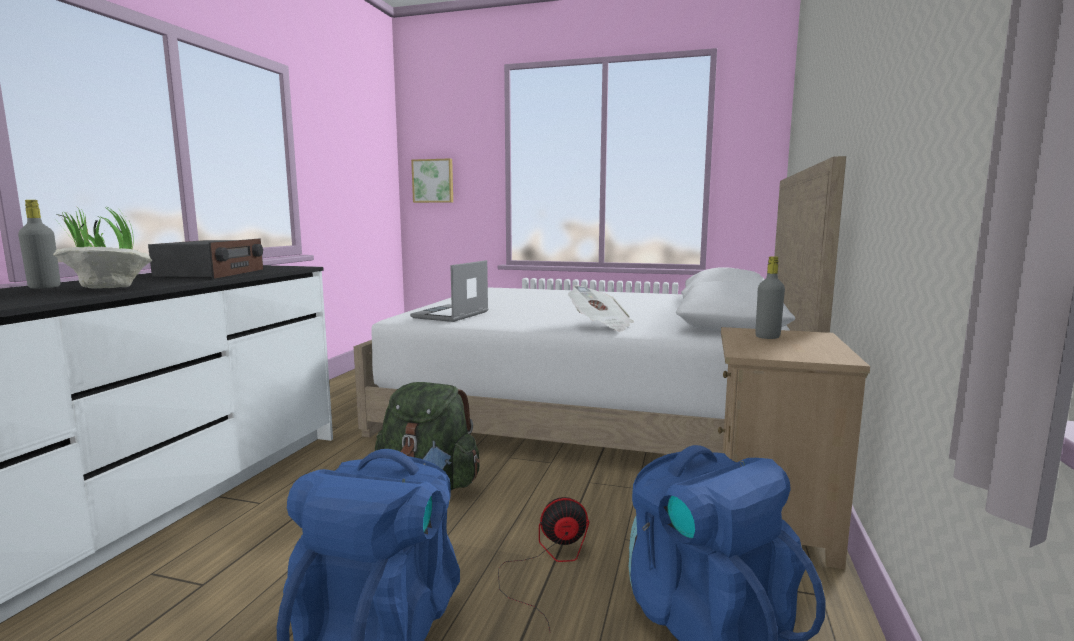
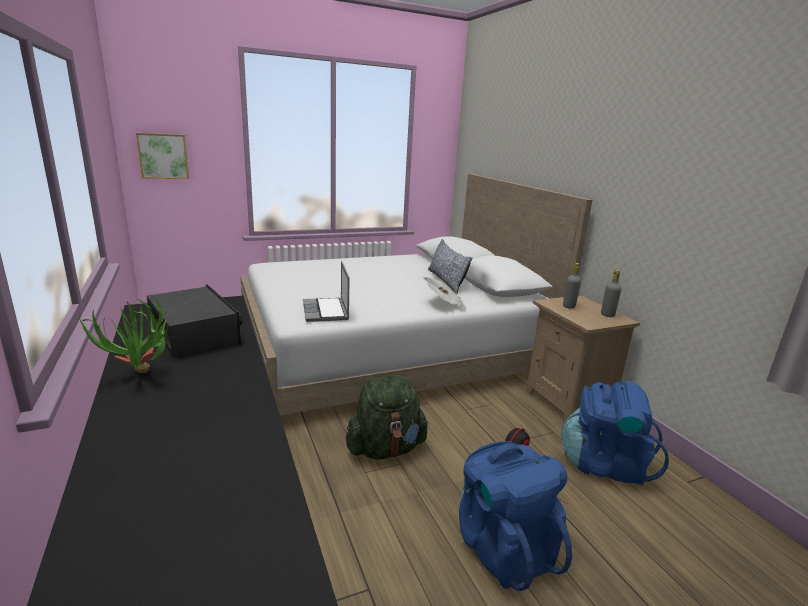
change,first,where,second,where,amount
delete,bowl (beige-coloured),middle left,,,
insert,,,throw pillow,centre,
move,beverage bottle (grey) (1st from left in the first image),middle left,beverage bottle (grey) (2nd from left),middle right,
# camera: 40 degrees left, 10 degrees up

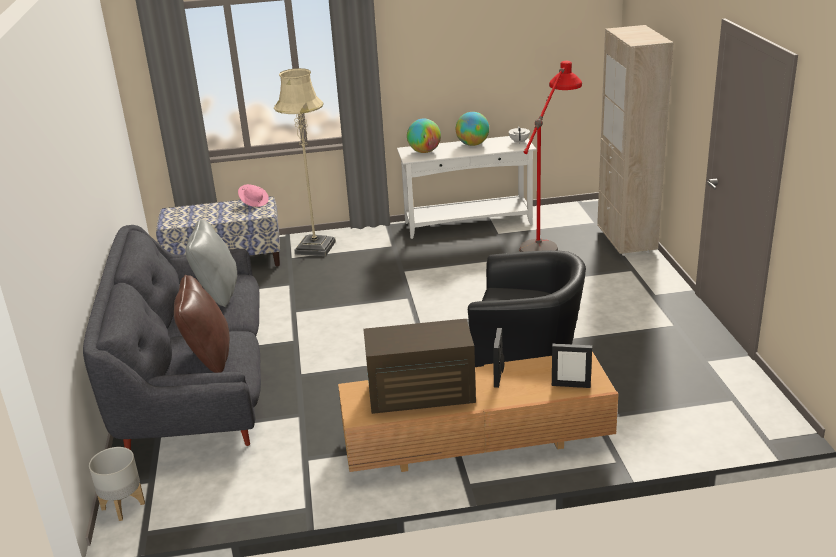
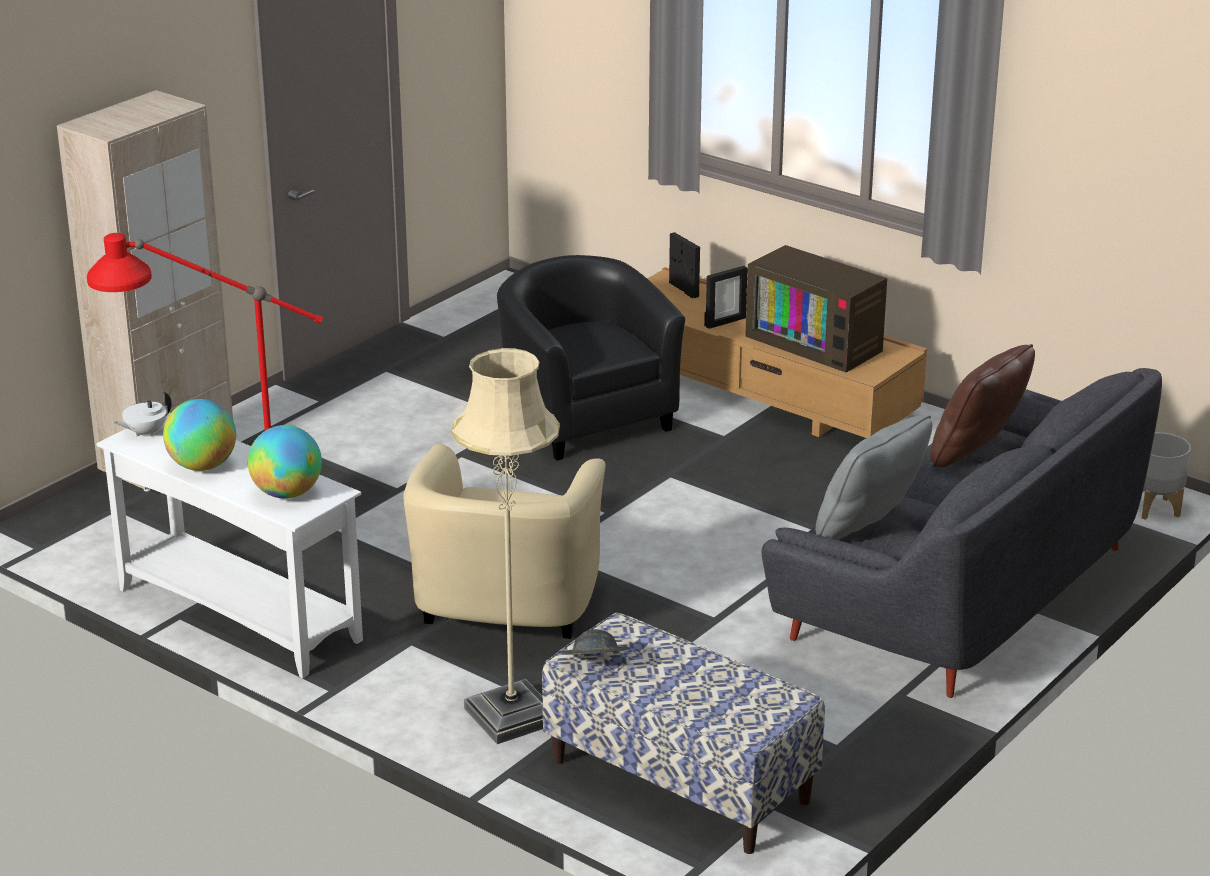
change,first,where,second,where,amount
insert,,,armchair (beige-coloured),centre,
recolor,clothing hat (pinkish),middle left,clothing hat (grey),bottom centre,
# camera: 135 degrees left, 0 degrees up

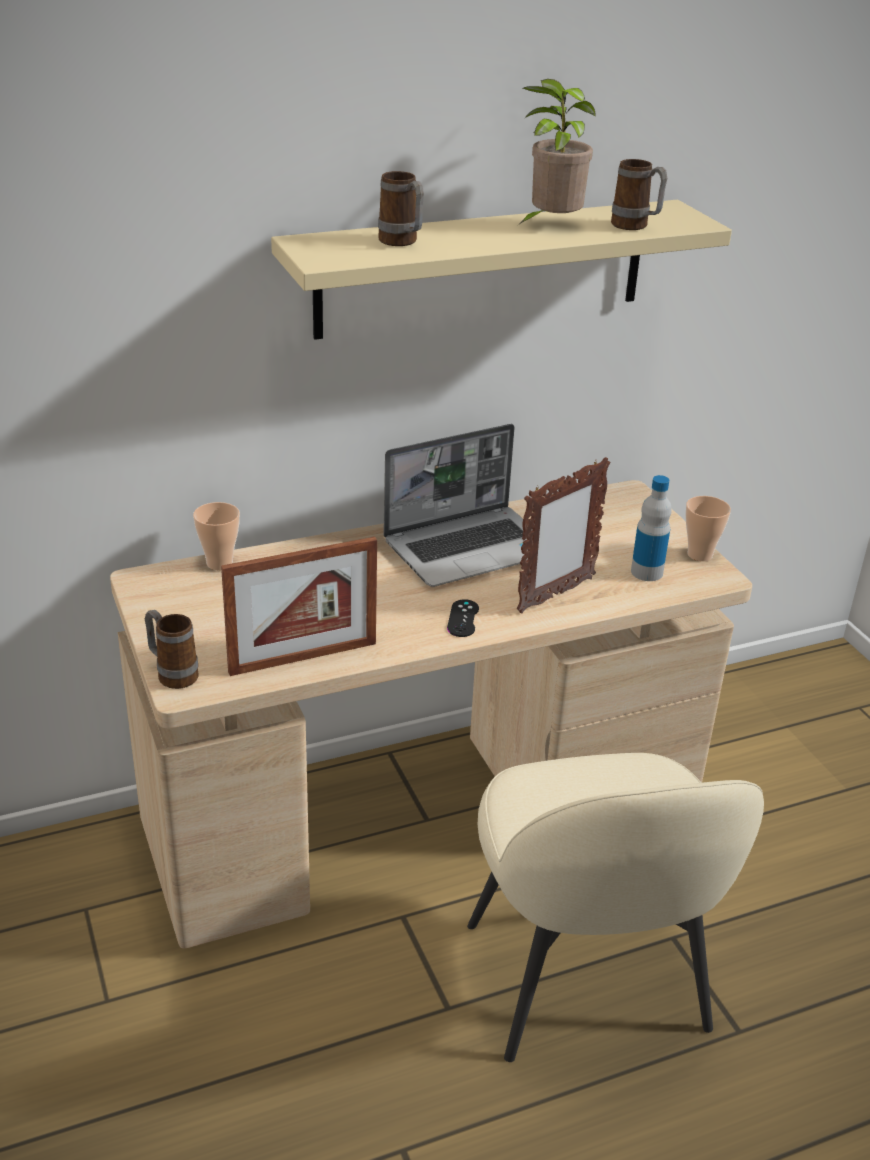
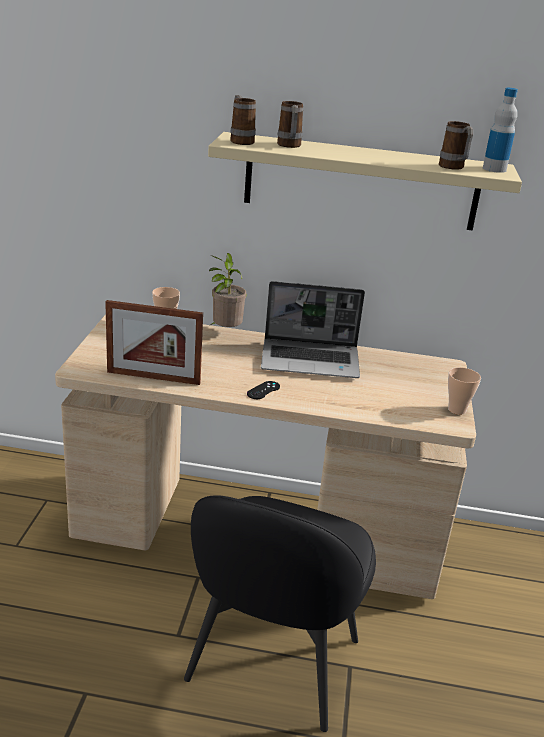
change,first,where,second,where,amount
delete,picture frame (2nd from left),centre,,,
move,mug (1st from left),middle left,,top centre,
move,houseplant,top centre,,centre,
move,beverage bottle,middle right,,top right,
recolor,plain chair (beige-coloured),bottom right,plain chair (black),bottom centre,
# camera: 30 degrees right, 5 degrees down

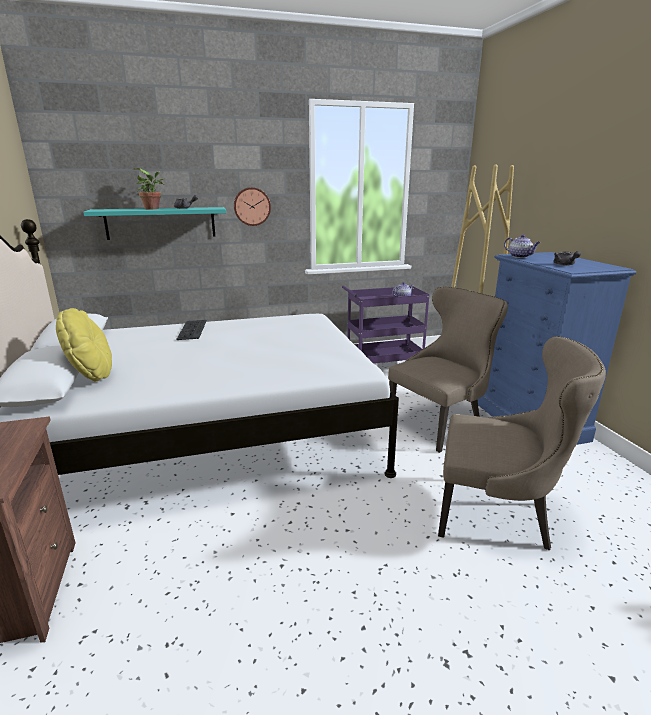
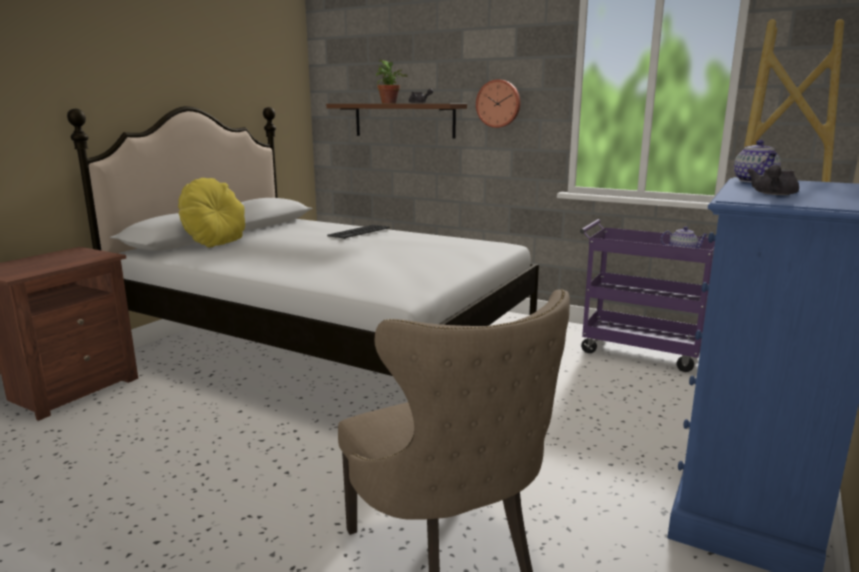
change,first,where,second,where,amount
delete,plain chair (beige-coloured) (1st from left),middle right,,,
recolor,bracket shelf (turquoise-coloured),top left,bracket shelf (brown),top centre,
# camera: 45 degrees right, 5 degrees down

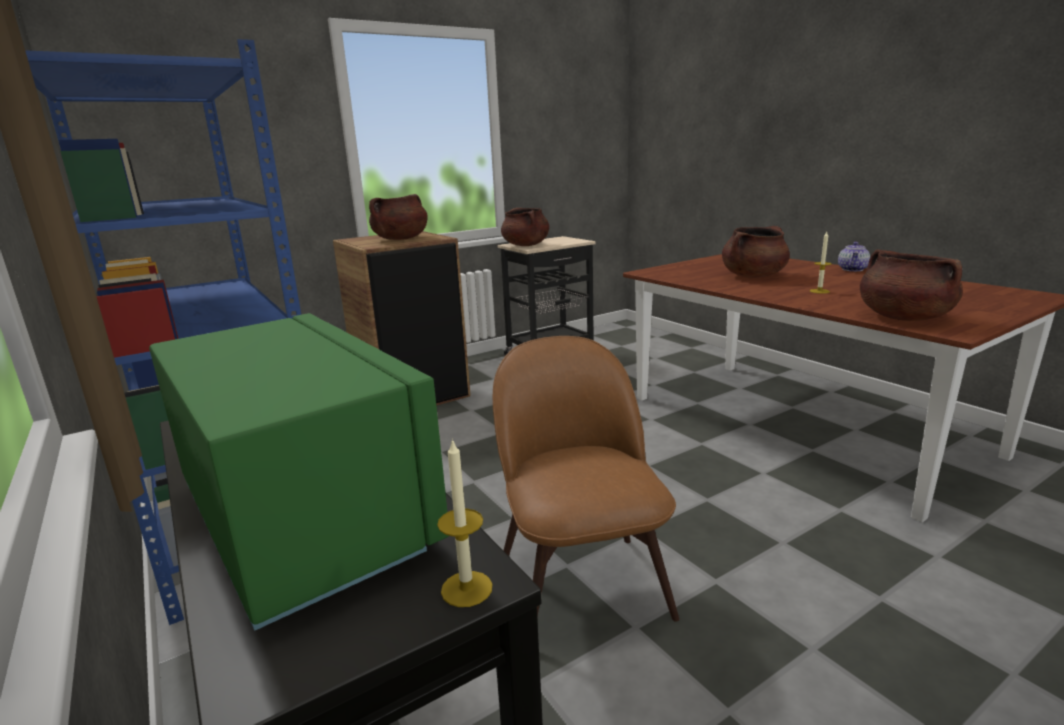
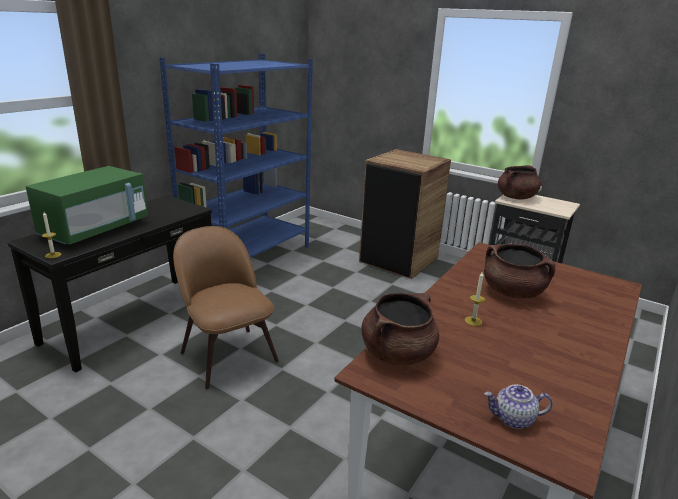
change,first,where,second,where,amount
delete,saucepot (brown) (1st from left),top centre,,,
move,tea pot,middle right,,bottom right,
rotate,plain chair (brown),centre,,centre,90 degrees counterclockwise
# camera: 65 degrees right, 5 degrees up

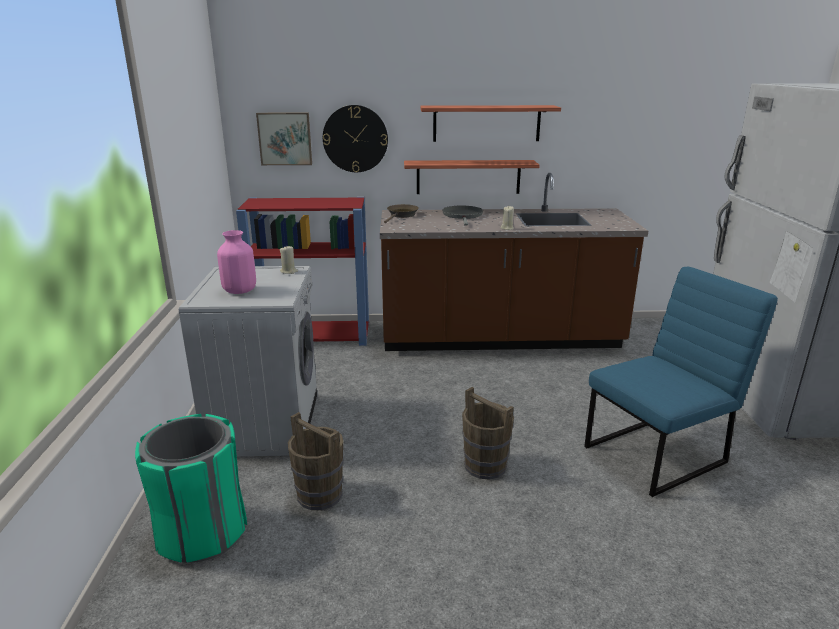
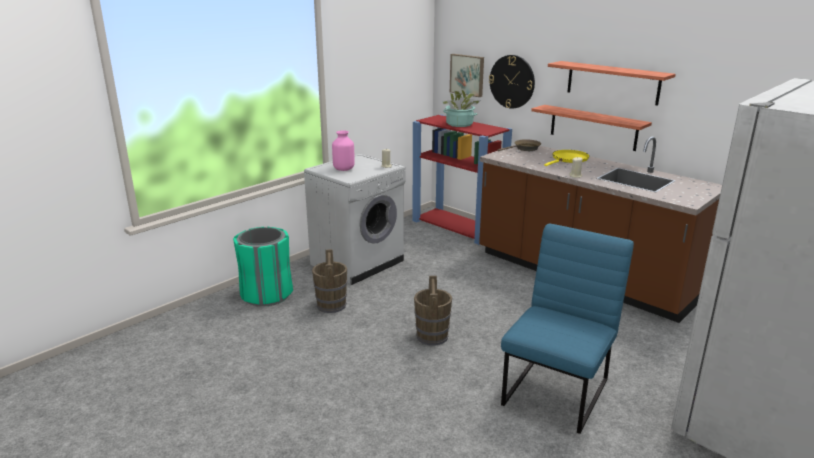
change,first,where,second,where,amount
insert,,,houseplant,top centre,
recolor,skillet (grey),centre,skillet (yellow-coloured),middle right,
rotate,plain chair (blue-coloured),middle right,,bottom right,75 degrees counterclockwise
# camera: 45 degrees right, 0 degrees up

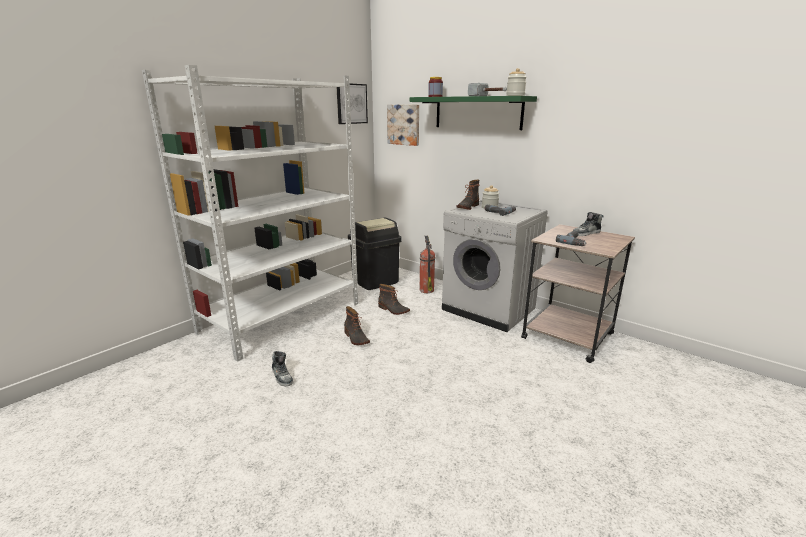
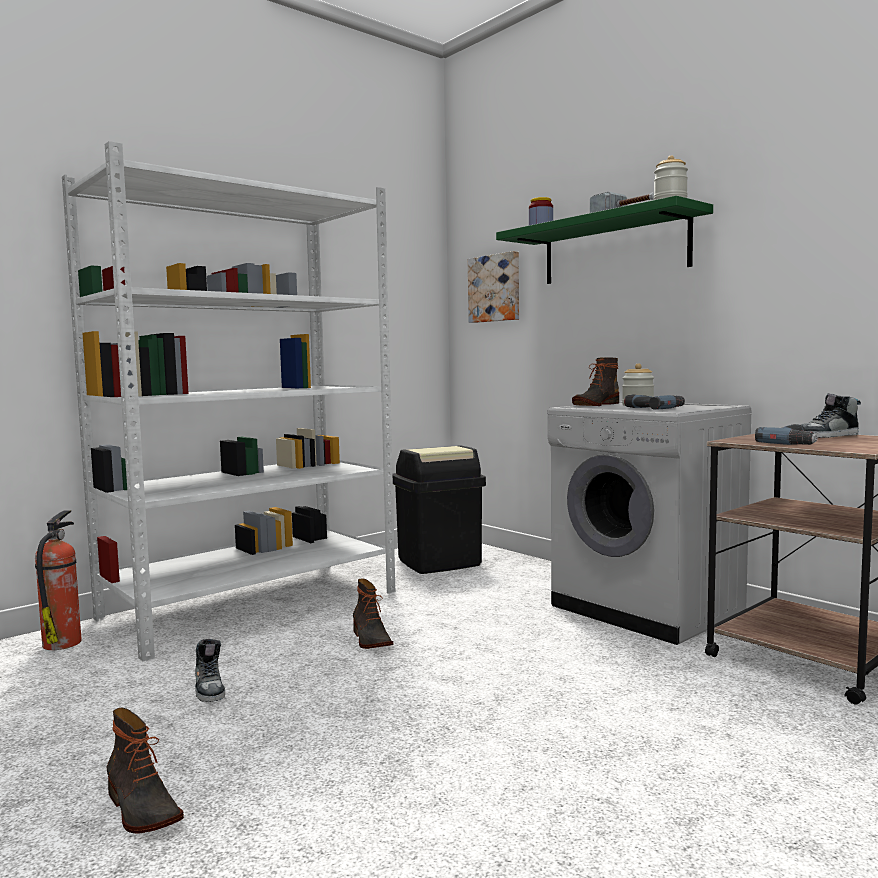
change,first,where,second,where,amount
delete,wall art (1st from left),top centre,,,
move,high-top boot (2nd from left in the first image),centre,high-top boot (1st from left),bottom left,
move,fire extinguisher,centre,,middle left,
# camera: 10 degrees right, 15 degrees down

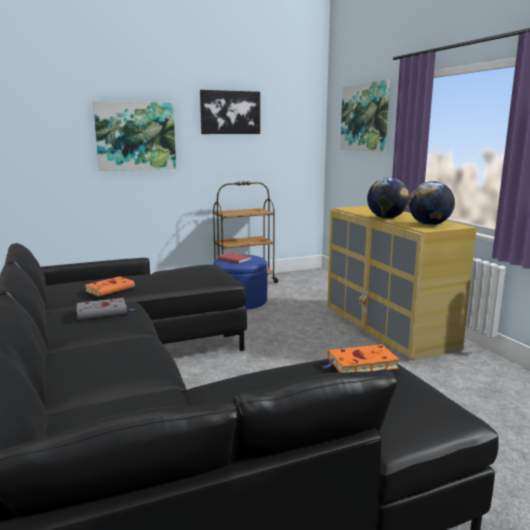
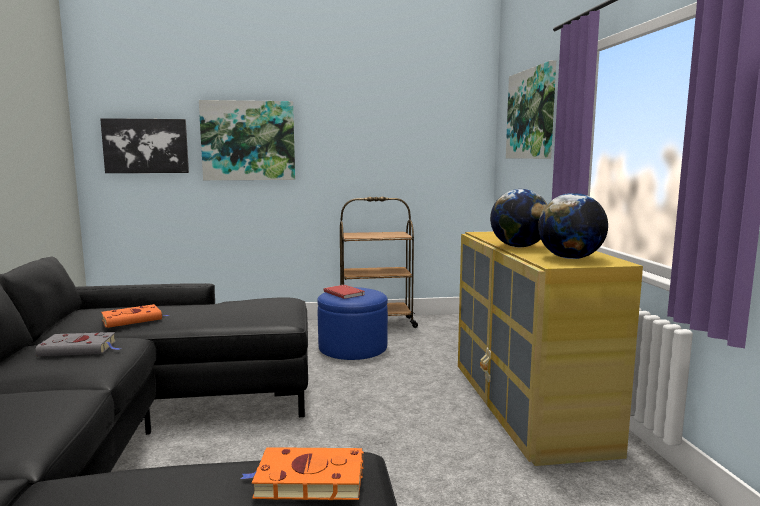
change,first,where,second,where,amount
move,wall art (2nd from left in the first image),top centre,wall art (1st from left),top left,
# camera: 15 degrees right, 5 degrees down

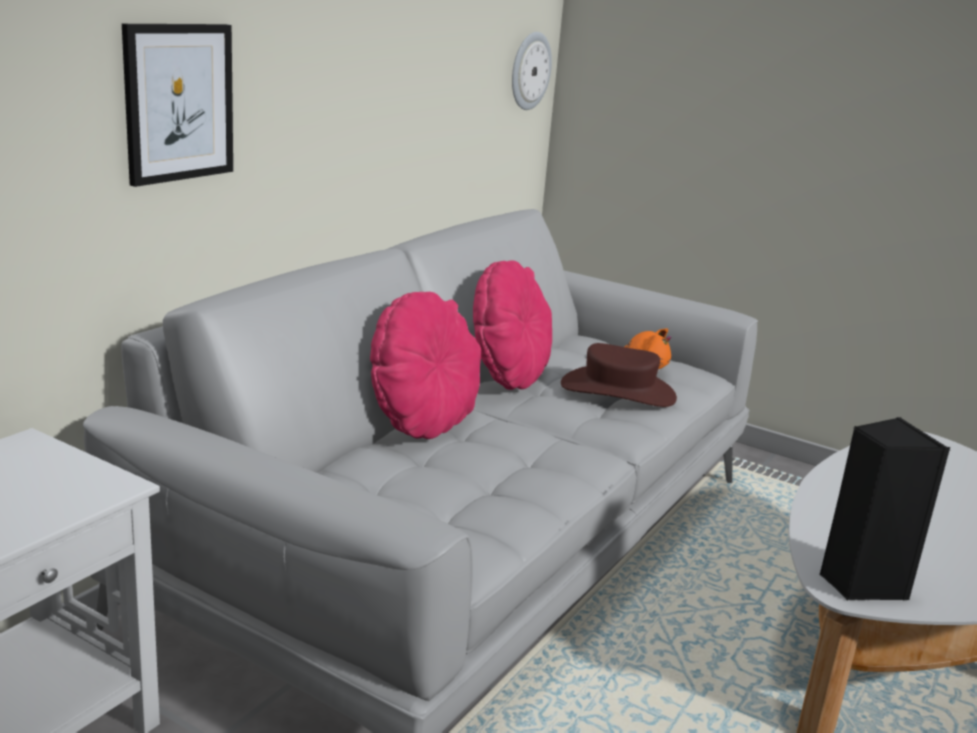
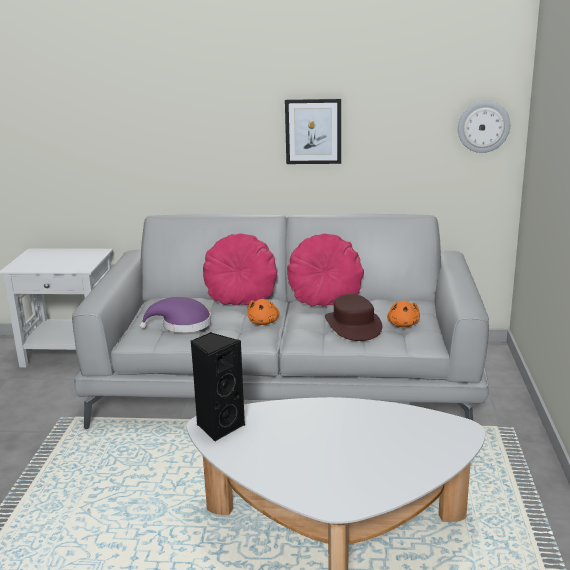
change,first,where,second,where,amount
insert,,,clothing hat (purplish),middle left,
insert,,,soft toy (orangey) (1st from left),centre,
move,wall art,top left,,top centre,
# camera: 65 degrees right, 0 degrees up

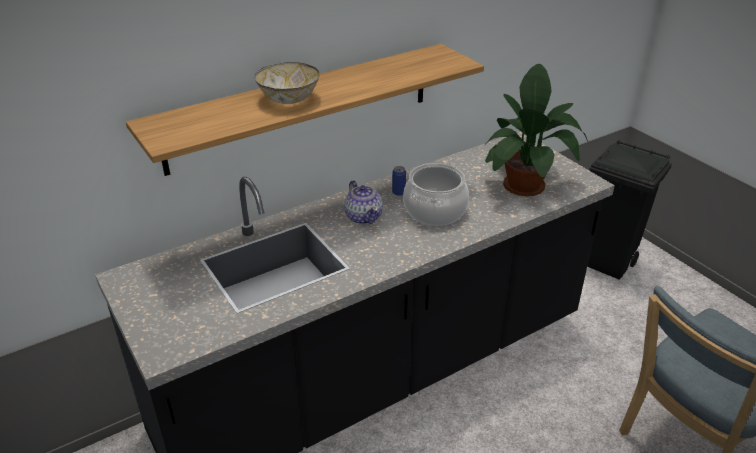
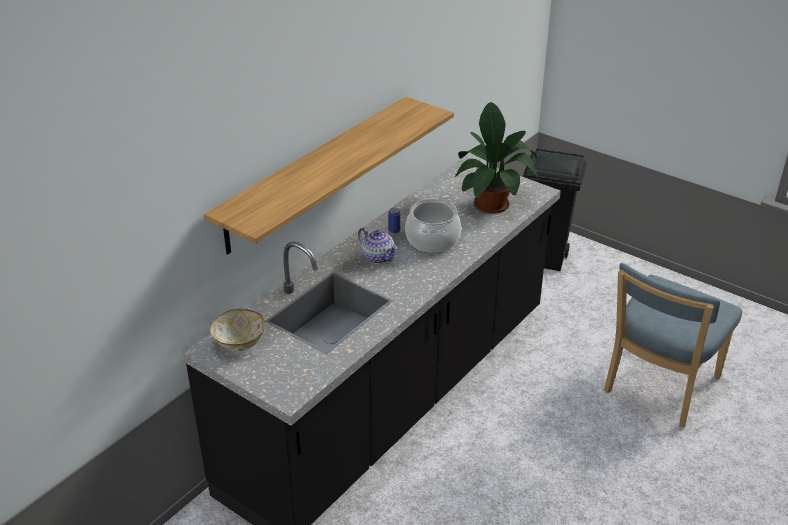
change,first,where,second,where,amount
move,bowl,top centre,,middle left,
# camera: 20 degrees left, 0 degrees up

